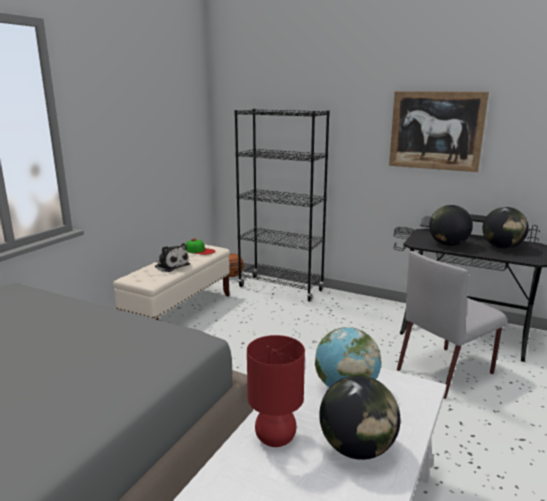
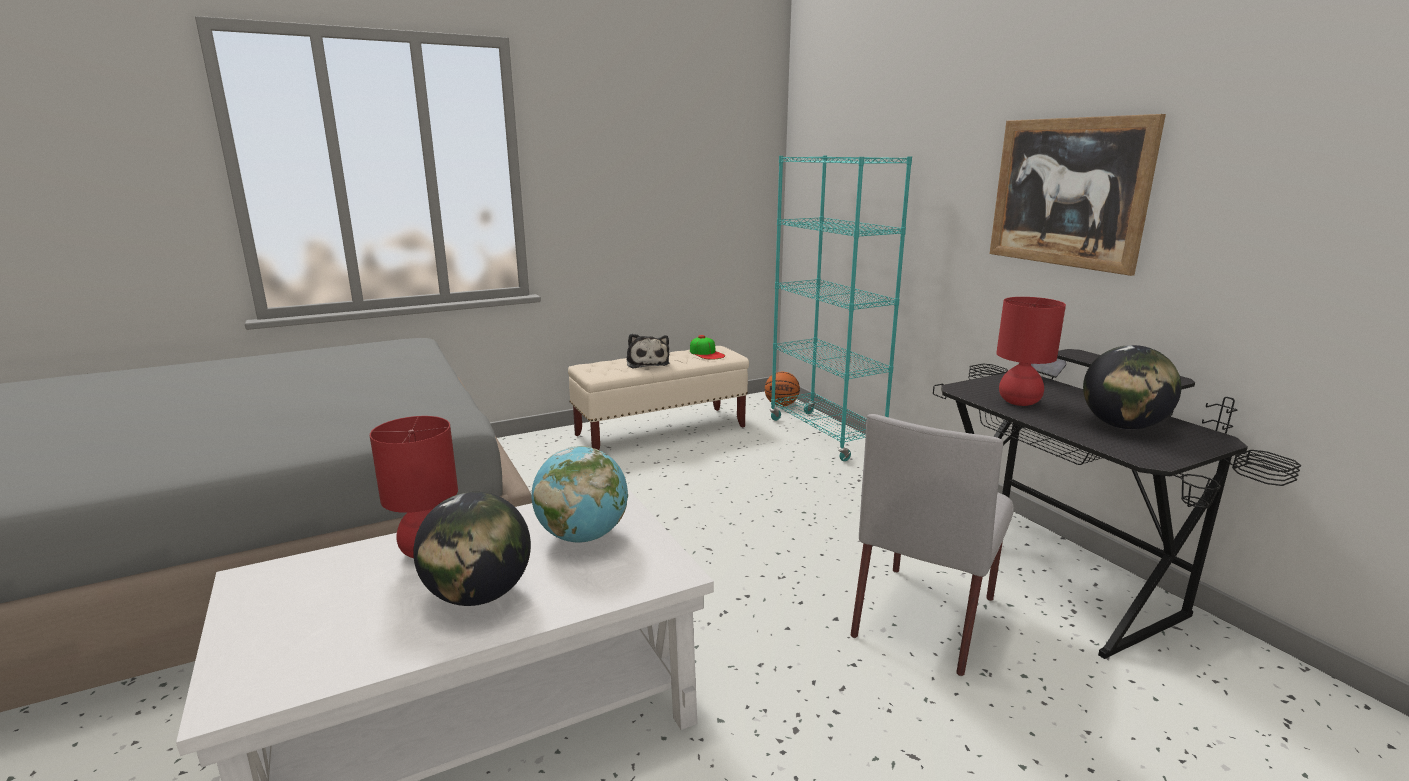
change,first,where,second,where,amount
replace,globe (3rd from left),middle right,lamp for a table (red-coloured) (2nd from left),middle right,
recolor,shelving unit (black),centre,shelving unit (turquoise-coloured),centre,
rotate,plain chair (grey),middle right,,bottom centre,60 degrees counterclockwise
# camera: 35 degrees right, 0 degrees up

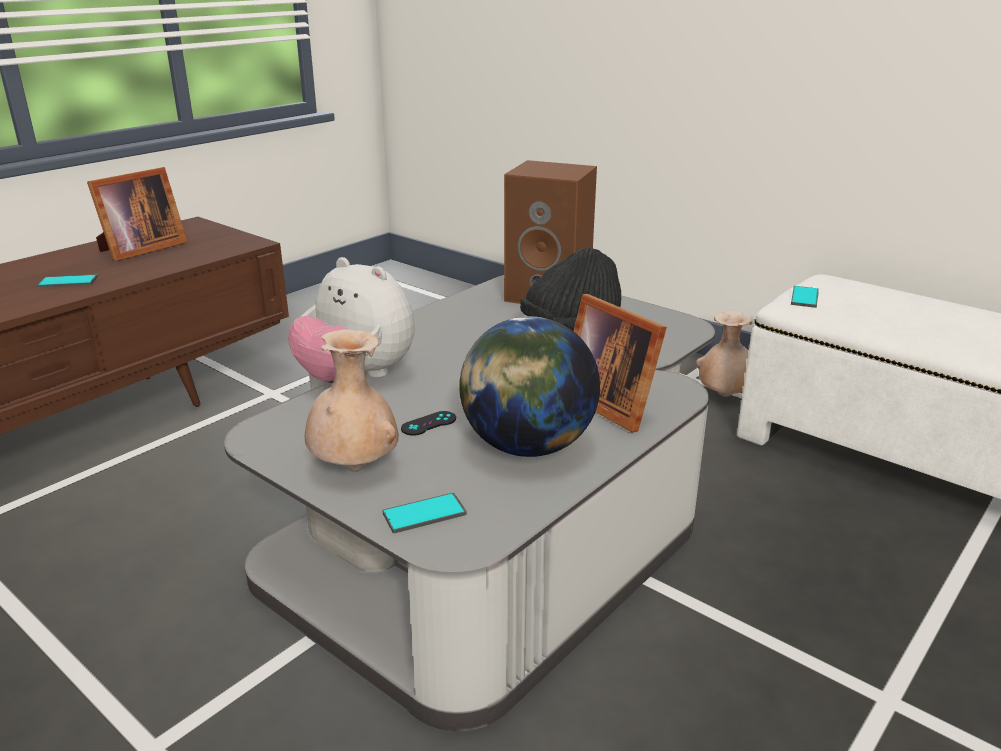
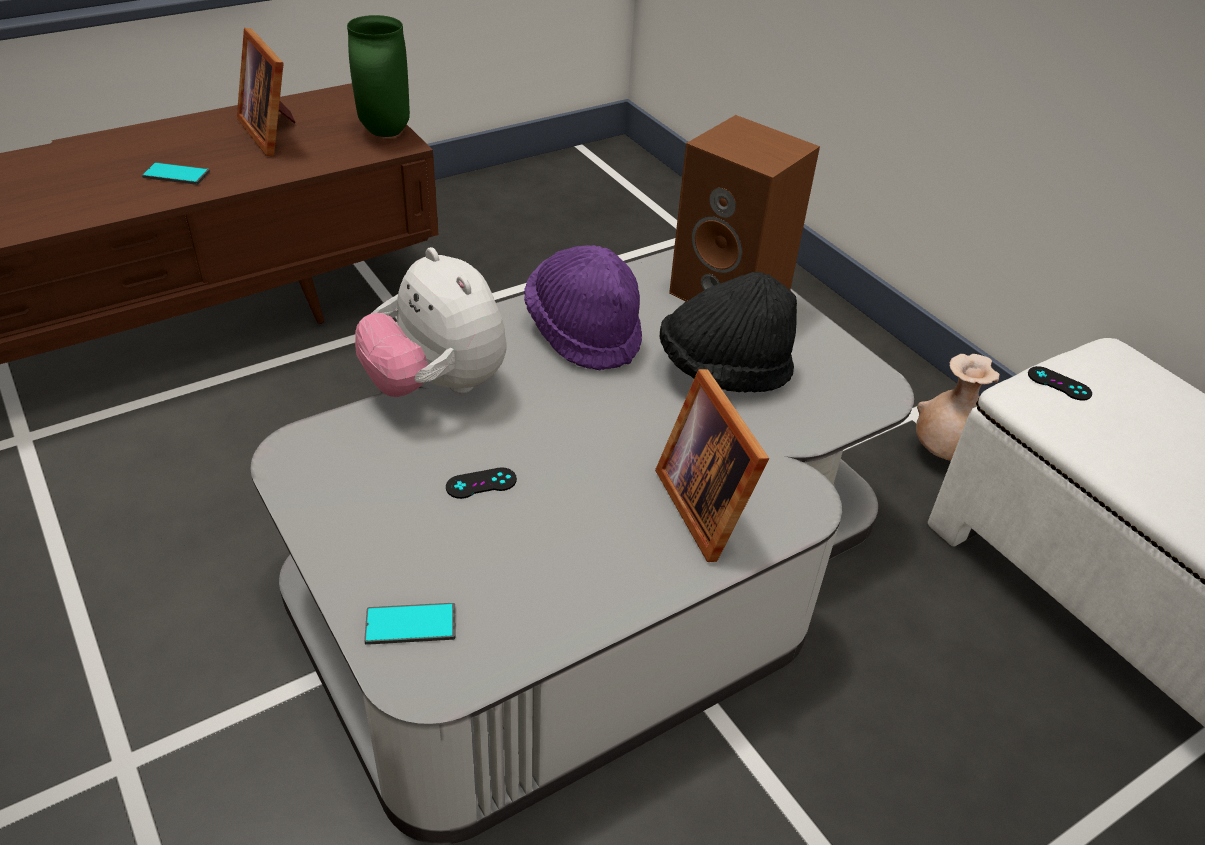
change,first,where,second,where,amount
delete,flower vase (beige-coloured) (1st from left),centre,,,
delete,globe,centre,,,
insert,,,flower vase (green-coloured),top left,
insert,,,clothing hat (purplish),centre,
replace,handset (3rd from left),middle right,joypad (black) (2nd from left),middle right,
rotate,picture frame (1st from left),top left,,top left,90 degrees clockwise
# camera: 15 degrees right, 15 degrees up

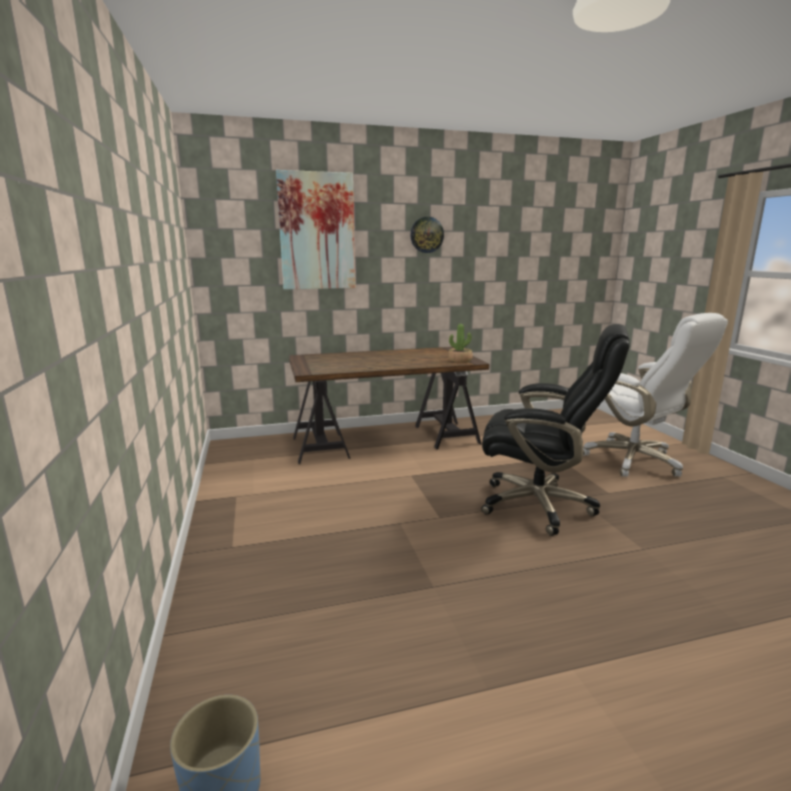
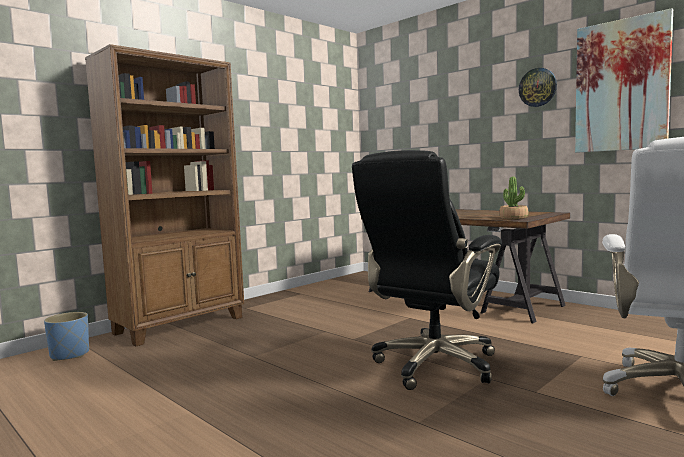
change,first,where,second,where,amount
insert,,,shelving unit (brown),middle left,
move,wall art,top centre,,top right,
rotate,desk chair (black),middle right,,centre,45 degrees clockwise
# camera: 60 degrees right, 10 degrees down

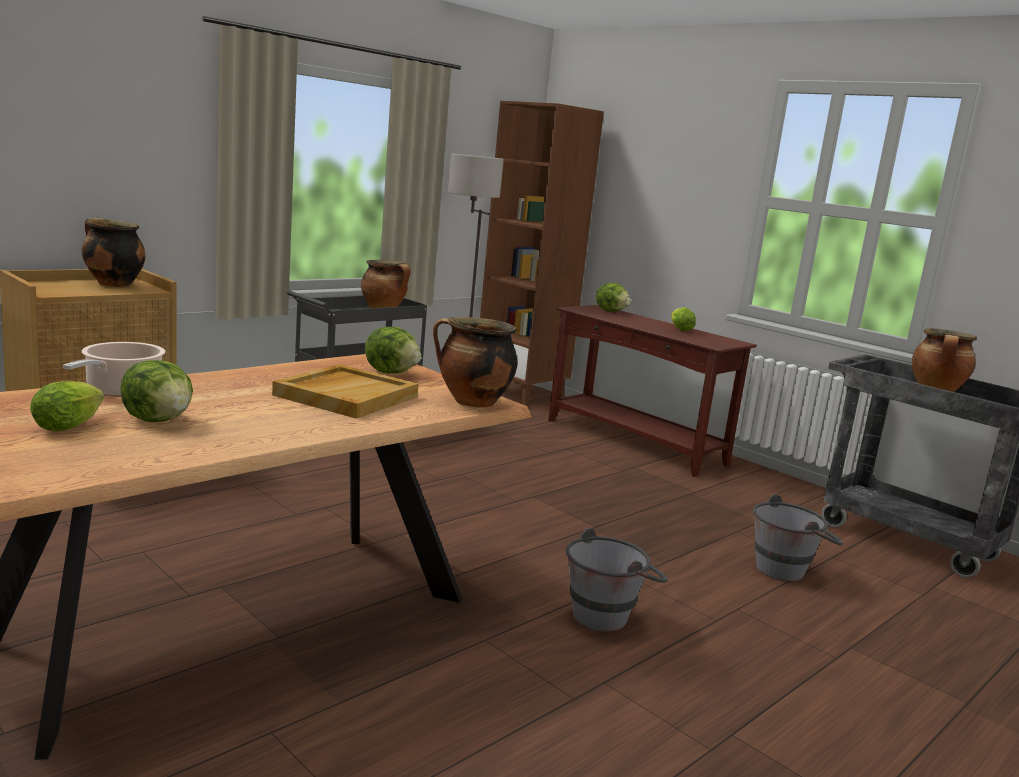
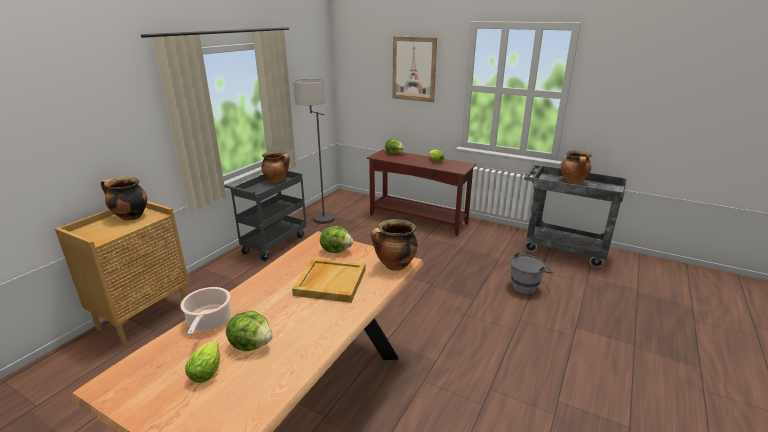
change,first,where,second,where,amount
delete,shelving unit (brown),top centre,,,
delete,water bucket (grey) (1st from left),bottom centre,,,
insert,,,wall art,top centre,
# camera: 15 degrees left, 10 degrees up

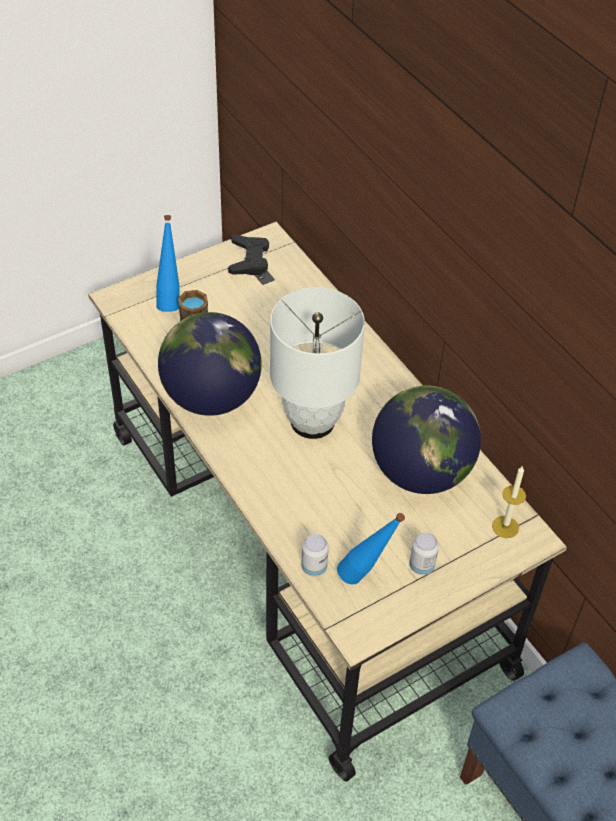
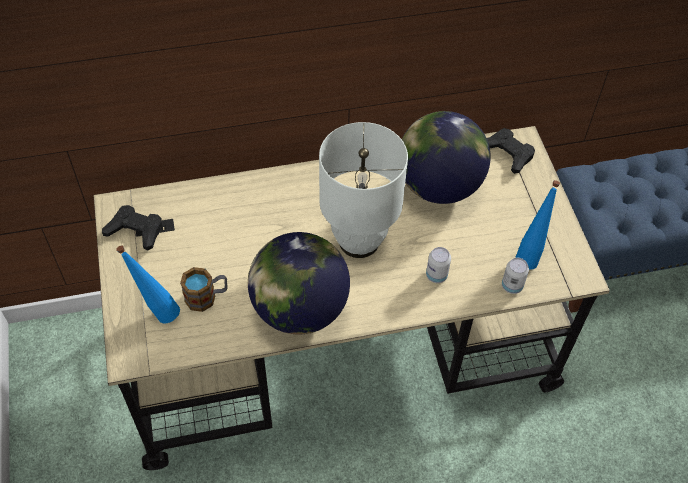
change,first,where,second,where,amount
move,can (2nd from left in the first image),bottom right,can (1st from left),centre,
replace,wax candle,middle right,joypad (black) (2nd from left),top right,
# camera: 70 degrees left, 5 degrees up

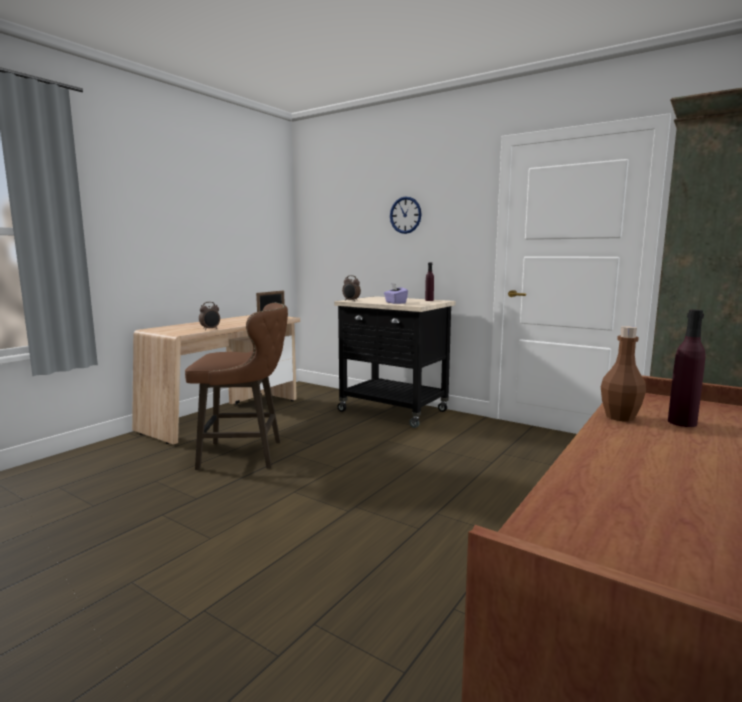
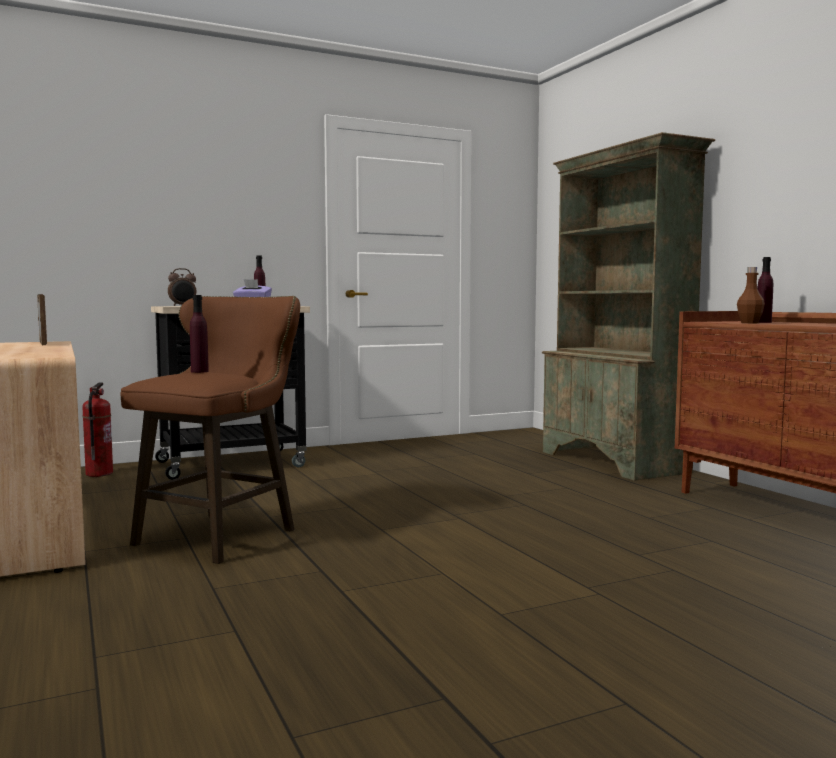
change,first,where,second,where,amount
delete,alarm clock (1st from left),middle left,,,
delete,wall clock,top centre,,,
insert,,,fire extinguisher,middle left,
insert,,,beverage bottle (purplish) (1st from left),middle left,
# camera: 60 degrees left, 5 degrees down

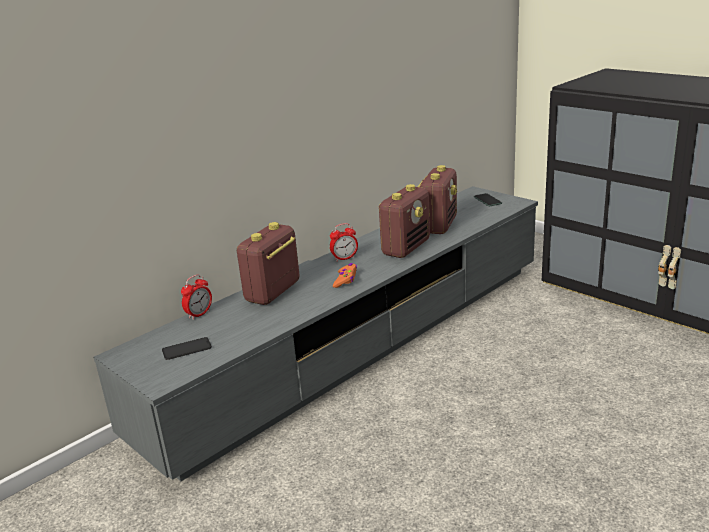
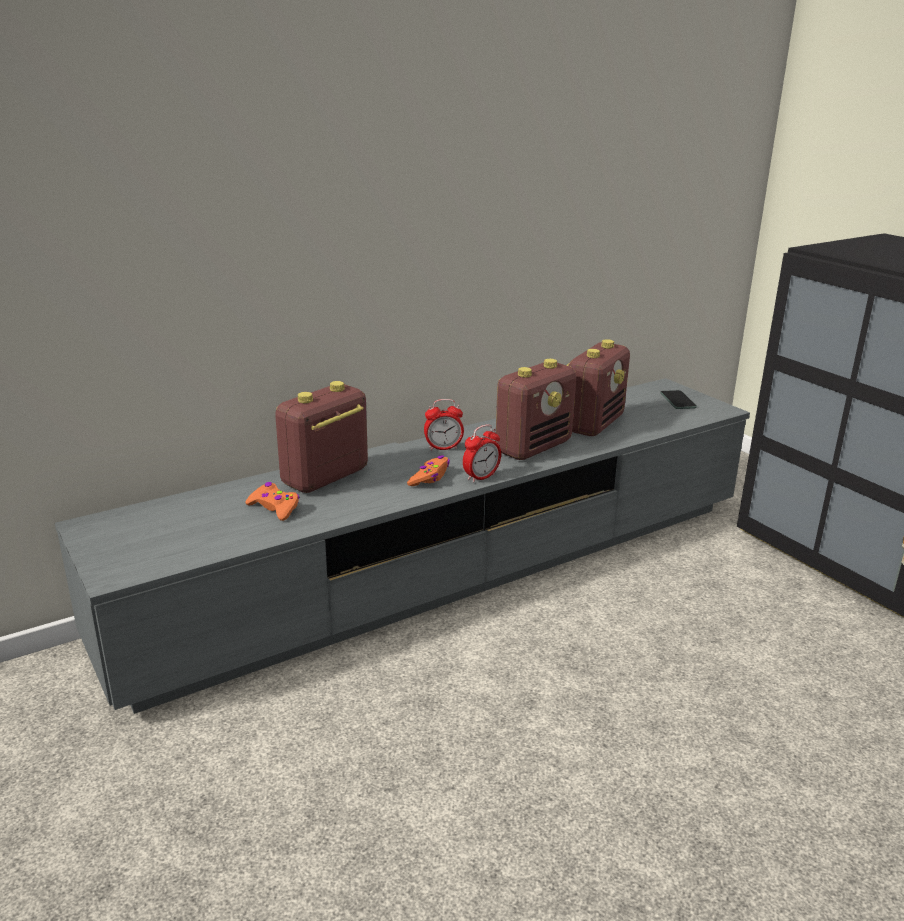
change,first,where,second,where,amount
delete,handset (1st from left),middle left,,,
insert,,,joypad (orangey) (1st from left),middle left,
move,alarm clock (1st from left in the first image),middle left,alarm clock (2nd from left),centre,
# camera: 10 degrees right, 0 degrees up

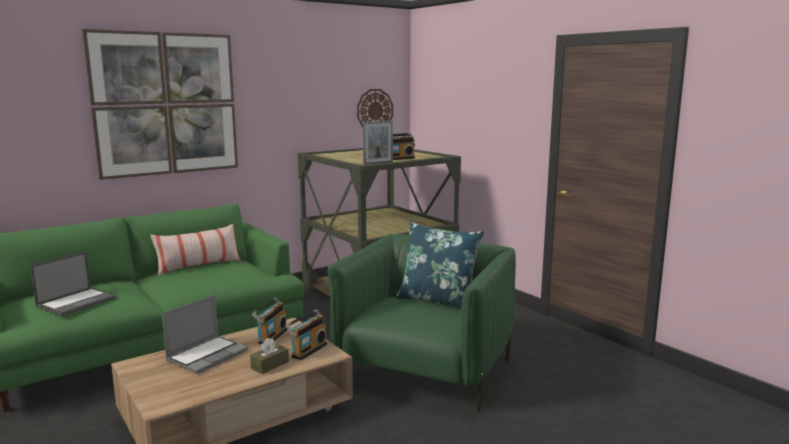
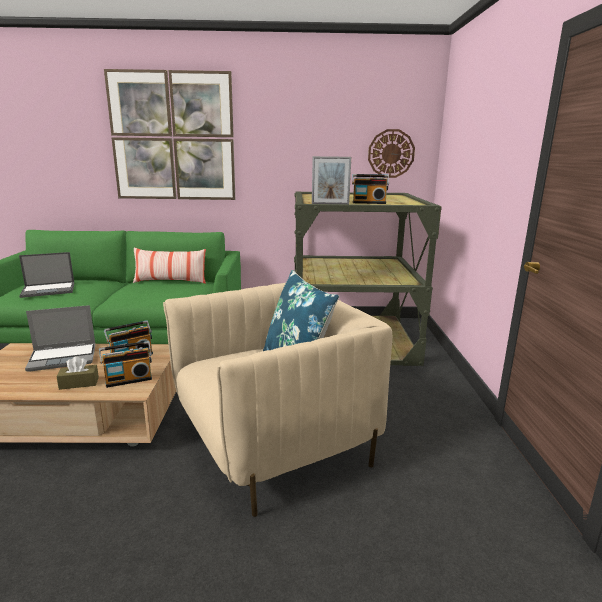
change,first,where,second,where,amount
recolor,armchair (green-coloured),bottom centre,armchair (beige-coloured),centre,
# camera: 35 degrees right, 5 degrees up

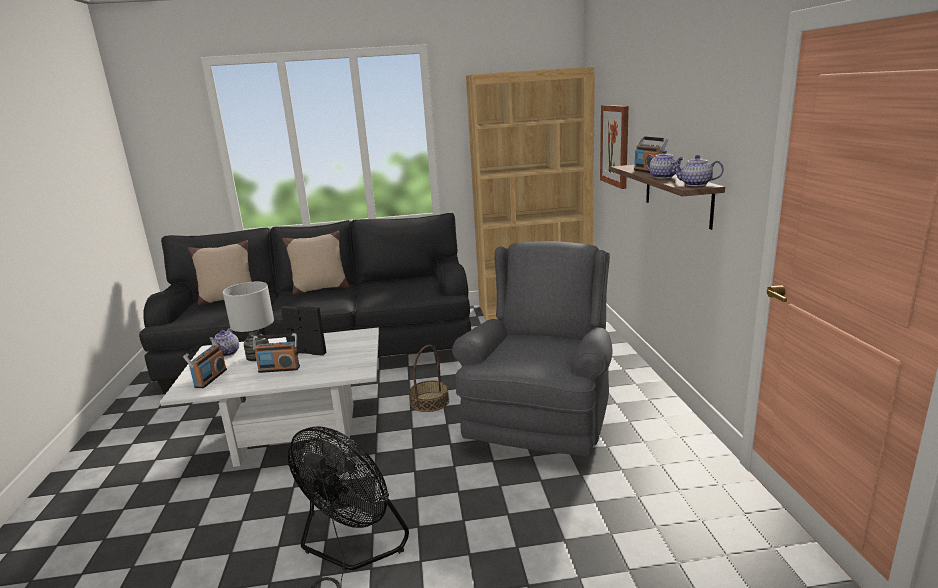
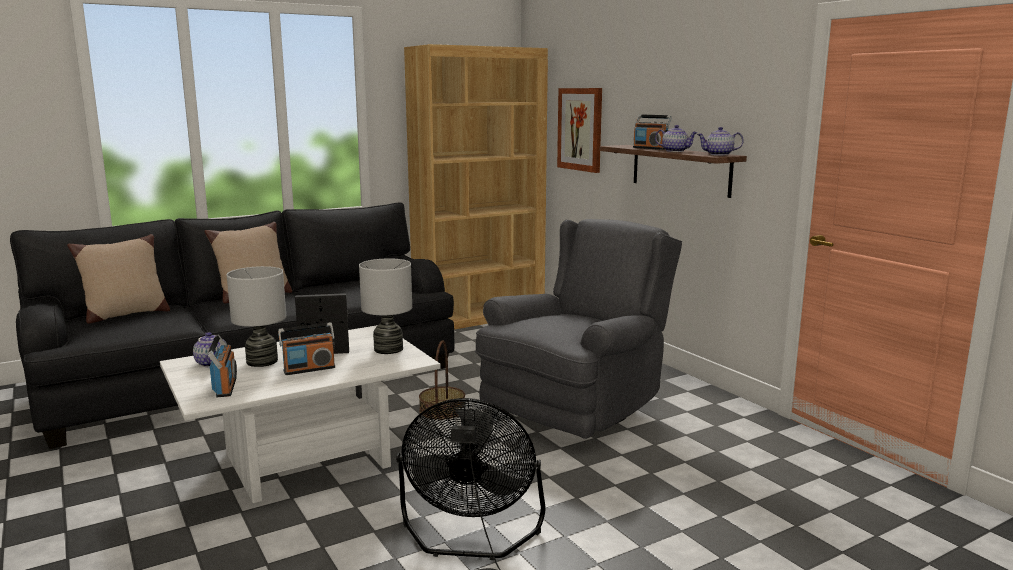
change,first,where,second,where,amount
insert,,,lamp for a table (grey) (2nd from left),centre,
rotate,armchair (grey),centre,,centre,45 degrees clockwise
# camera: 25 degrees left, 5 degrees down

